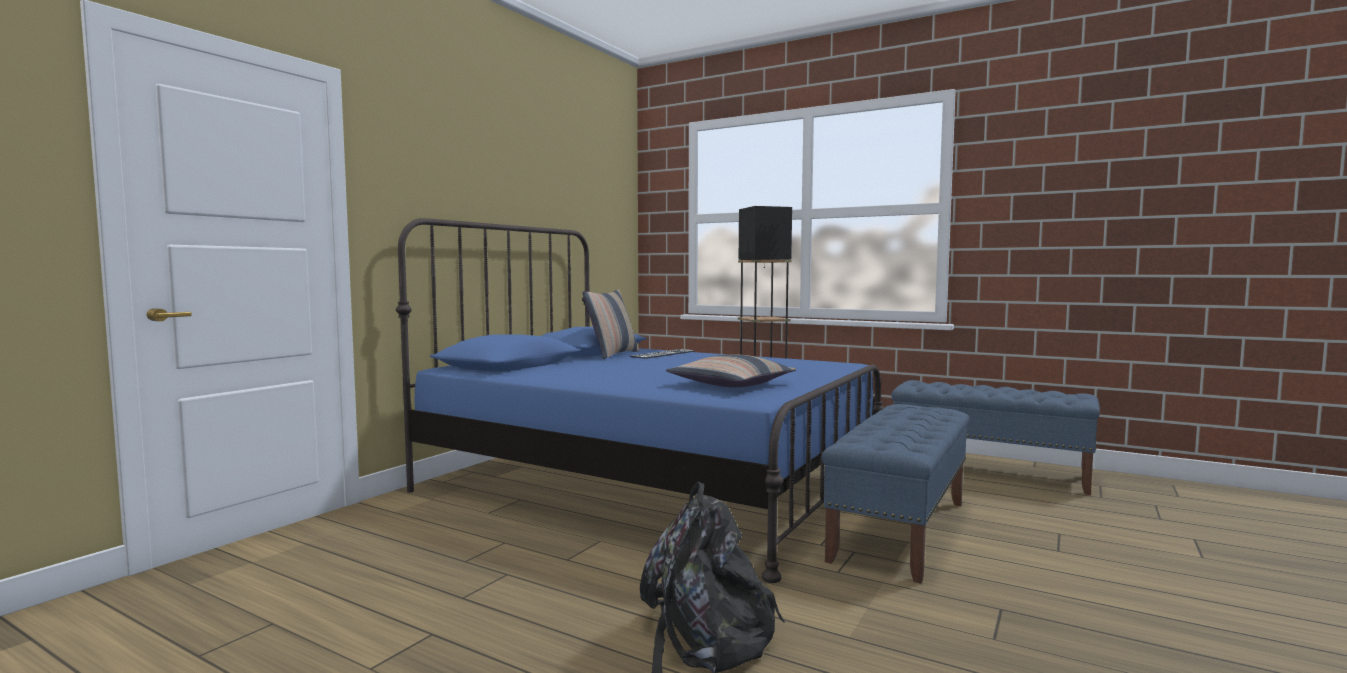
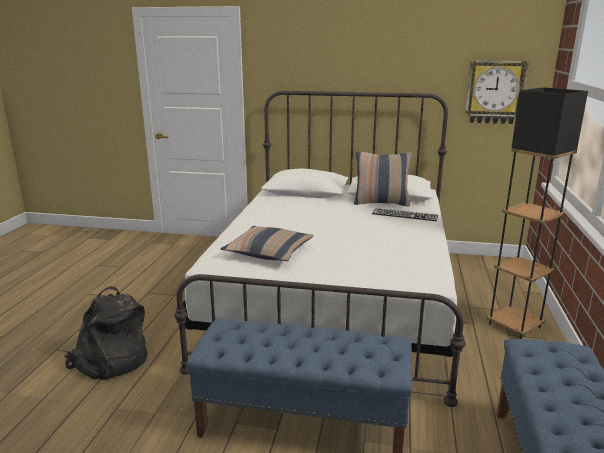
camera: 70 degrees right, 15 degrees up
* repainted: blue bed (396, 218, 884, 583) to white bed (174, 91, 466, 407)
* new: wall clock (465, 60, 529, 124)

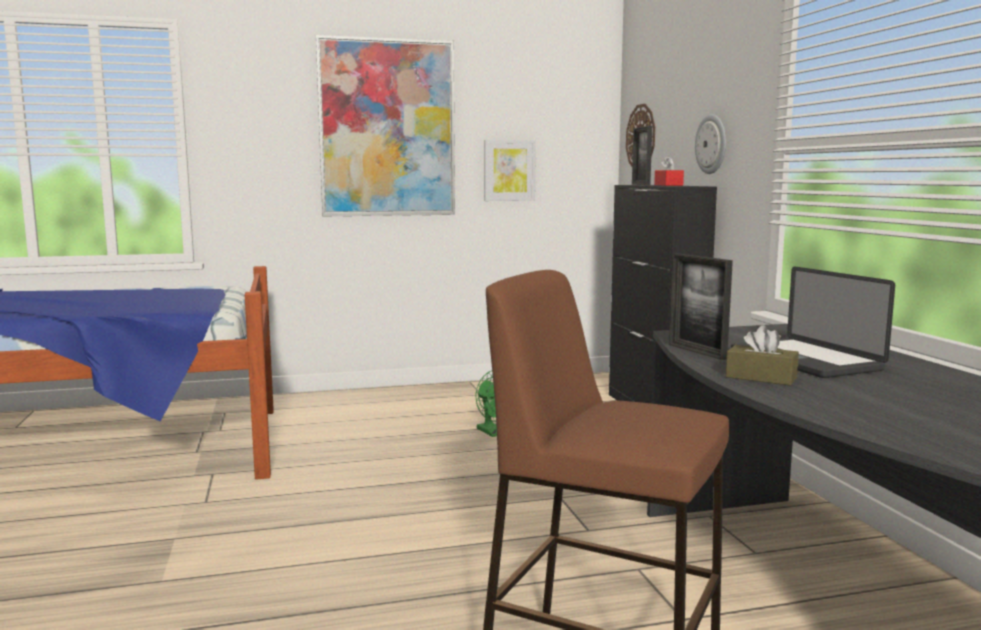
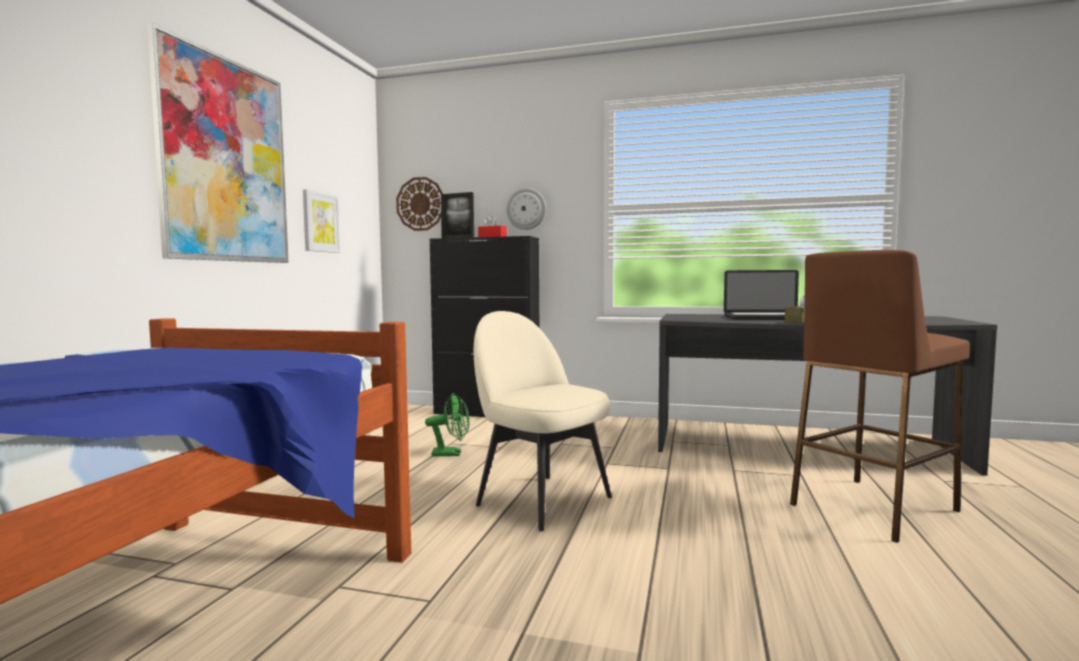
camera: 60 degrees left, 5 degrees down
* new: beige chair (474, 311, 612, 531)
* gone: picture frame (669, 253, 733, 360)

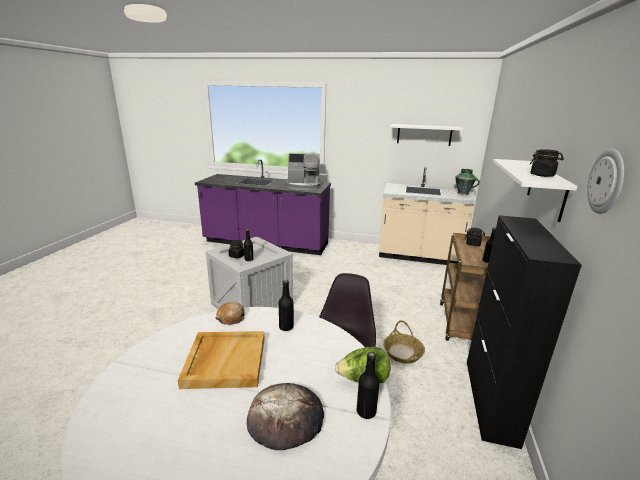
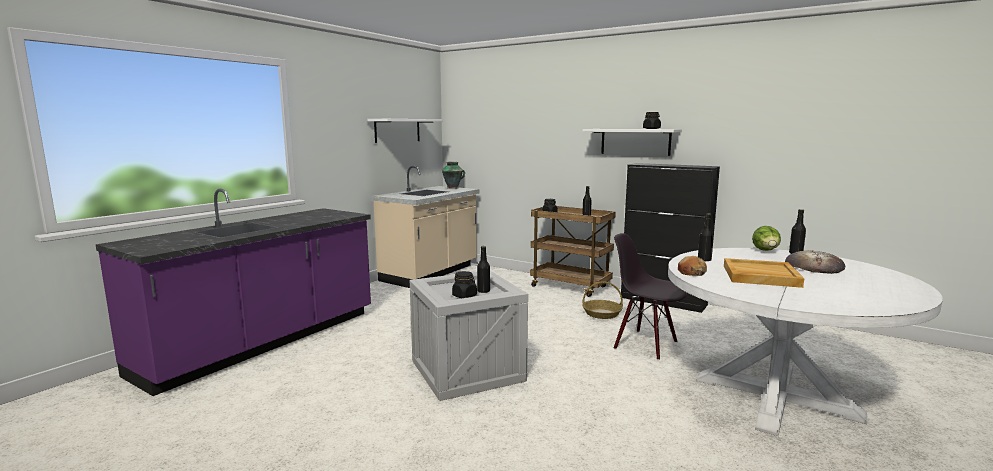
camera: 70 degrees left, 10 degrees down
* gone: coffee machine (286, 153, 320, 190)
* gone: wall clock (587, 149, 625, 214)

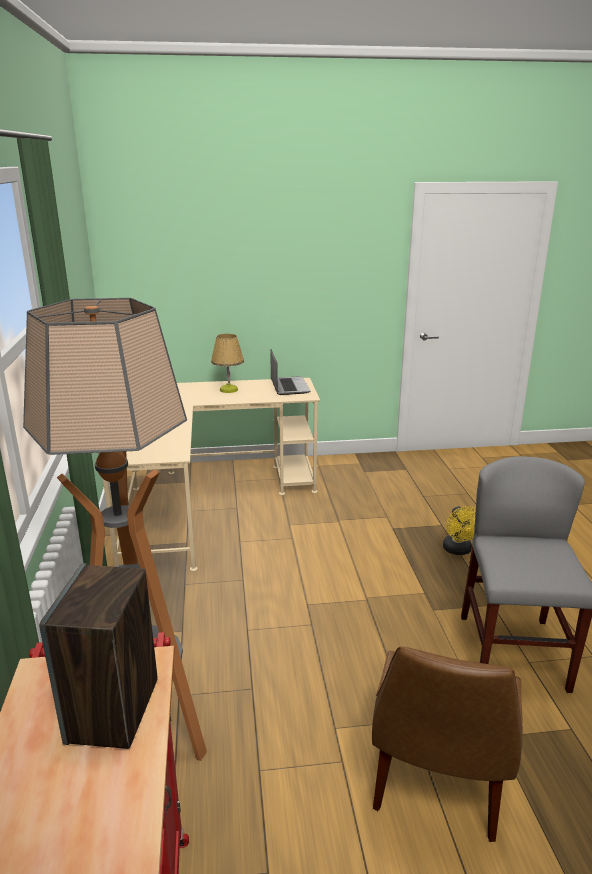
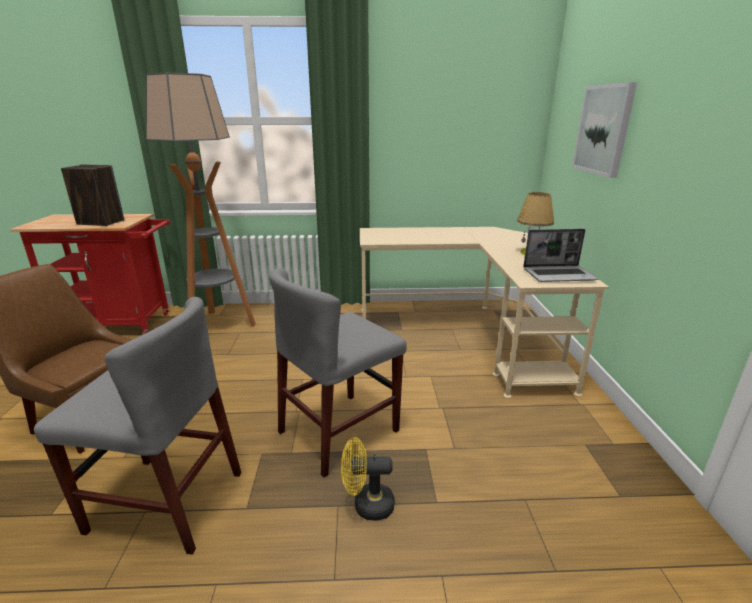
camera: 95 degrees right, 0 degrees up
* new: grey chair (269, 269, 407, 477)
* new: picture (572, 82, 637, 178)

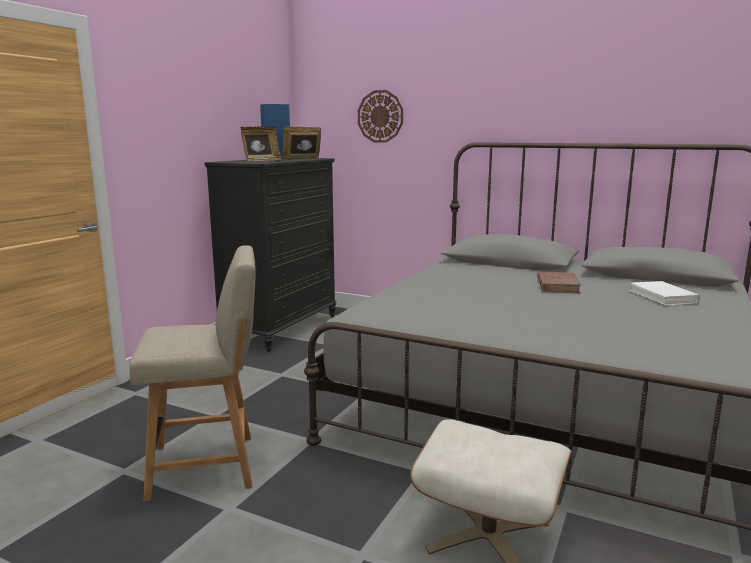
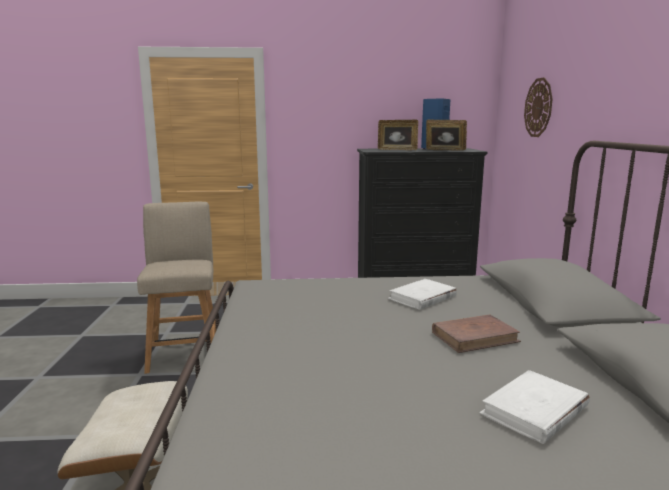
camera: 60 degrees right, 0 degrees up
* rotated: beige chair (129, 245, 256, 502) = (137, 202, 216, 374) 150 degrees counterclockwise
* new: white book (388, 279, 457, 310)

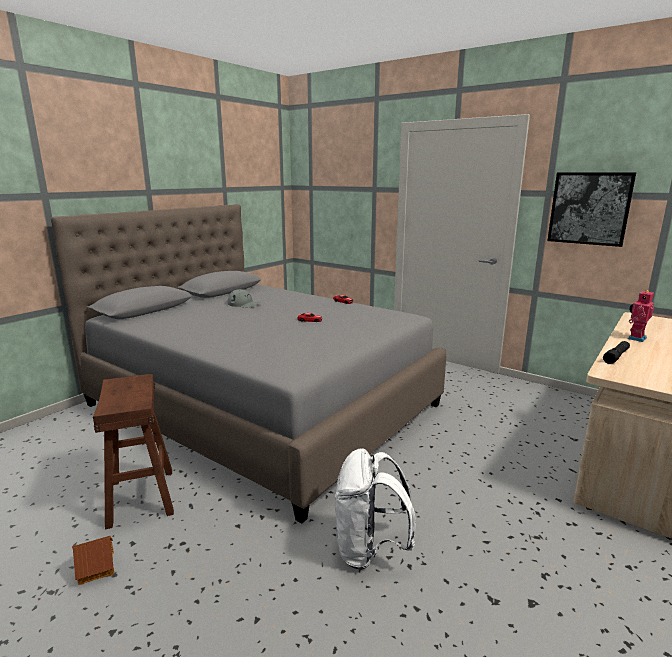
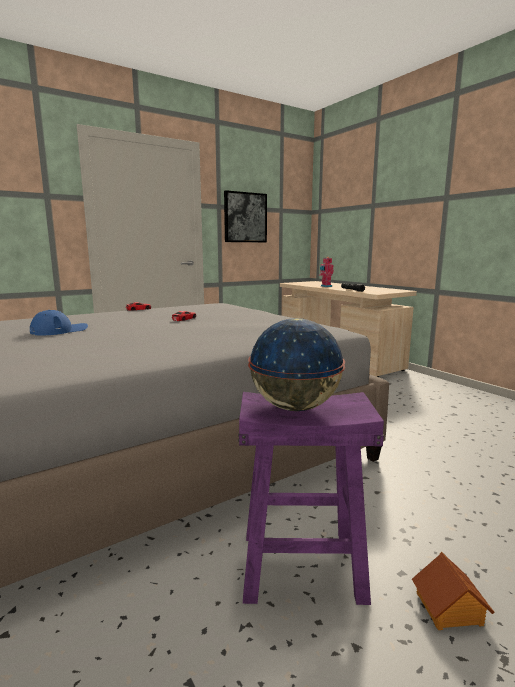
camera: 70 degrees left, 5 degrees down
* repainted: grey cap (228, 289, 261, 308) to blue cap (30, 310, 88, 335)
* repainted: brown stool (93, 374, 174, 529) to purple stool (238, 392, 384, 605)
* new: globe (248, 318, 345, 411)
* gone: white backpack (335, 448, 416, 570)

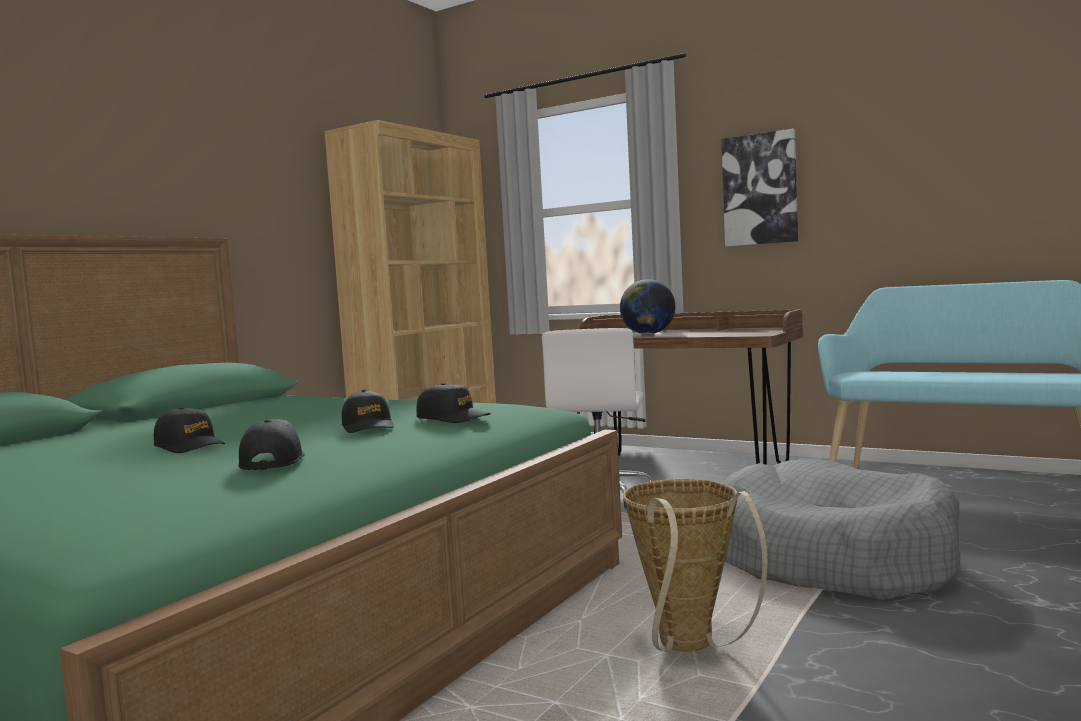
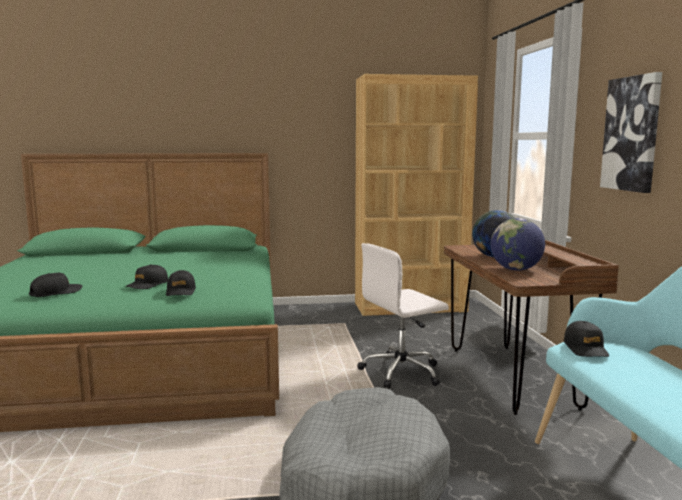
camera: 50 degrees right, 5 degrees up
* new: globe (491, 218, 545, 271)
* shifted: black cap (154, 407, 225, 453) to (564, 321, 609, 357)
* gone: basket (623, 479, 768, 652)

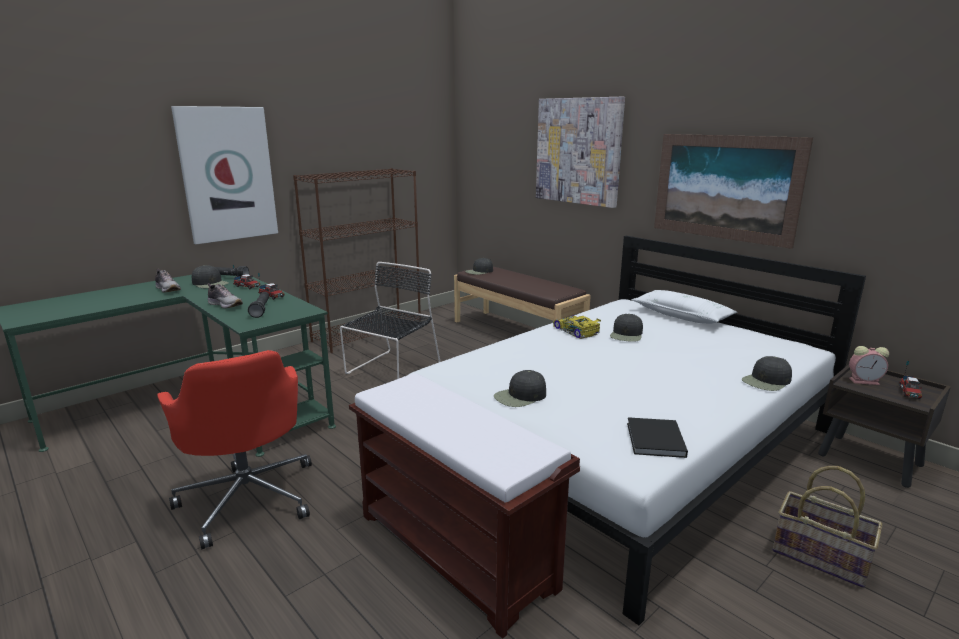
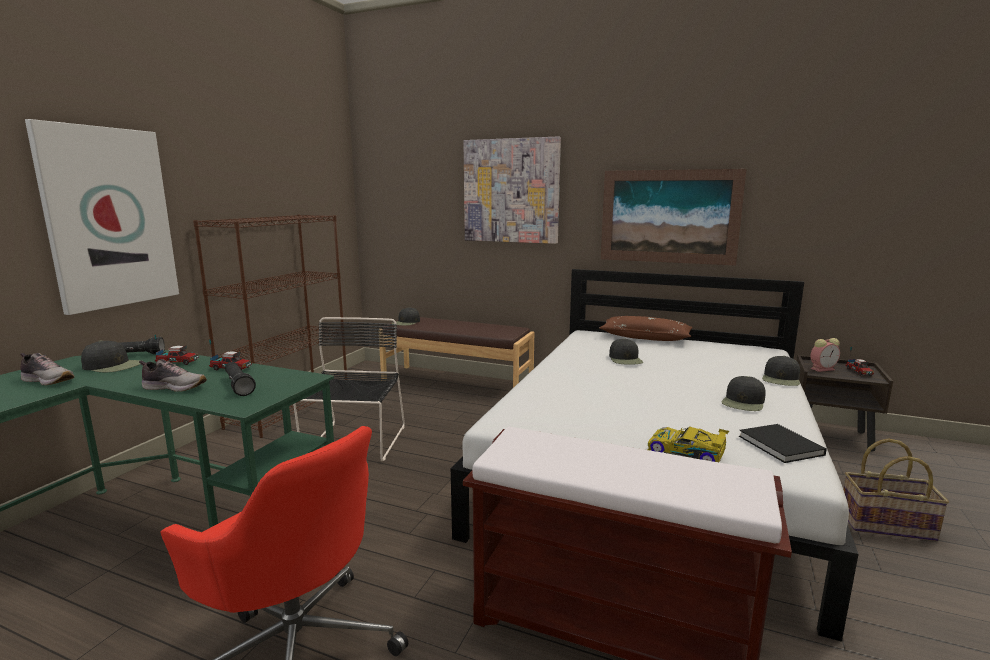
camera: 25 degrees left, 5 degrees down
* repainted: white pillow (632, 290, 737, 324) to brown pillow (599, 316, 692, 341)
* shifted: toy car (553, 316, 601, 339) to (648, 427, 729, 462)
* shifted: black cap (494, 370, 546, 407) to (722, 376, 766, 411)

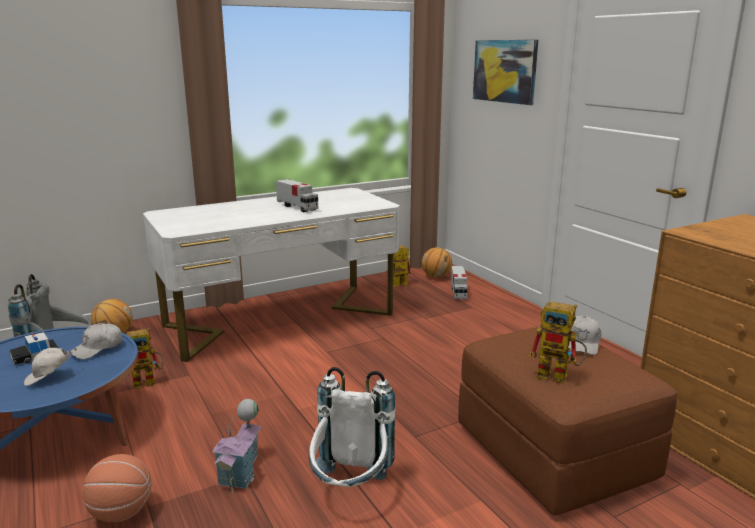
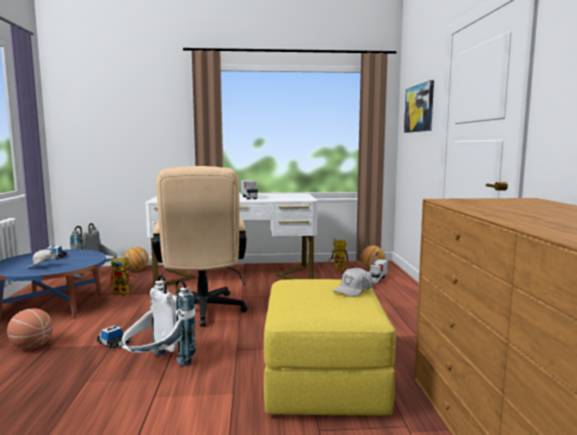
camera: 25 degrees right, 10 degrees down
* swapped: toy house (212, 399, 261, 493) to toy car (96, 325, 131, 349)
* new: beige office chair (152, 166, 248, 327)
* repainted: brown ottoman (458, 327, 677, 516) to yellow ottoman (264, 279, 396, 416)
* gone: white cap (71, 323, 122, 359)
* gone: toy robot (529, 301, 587, 384)

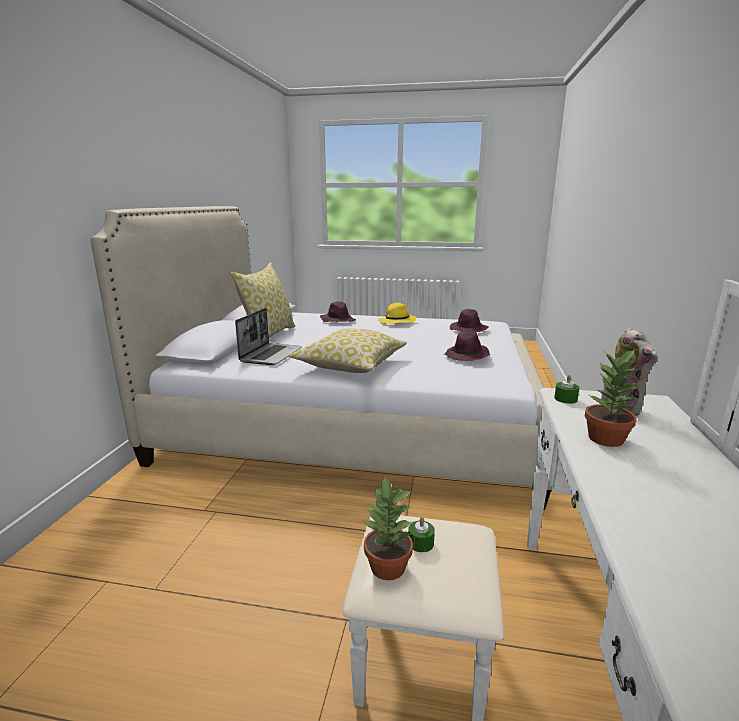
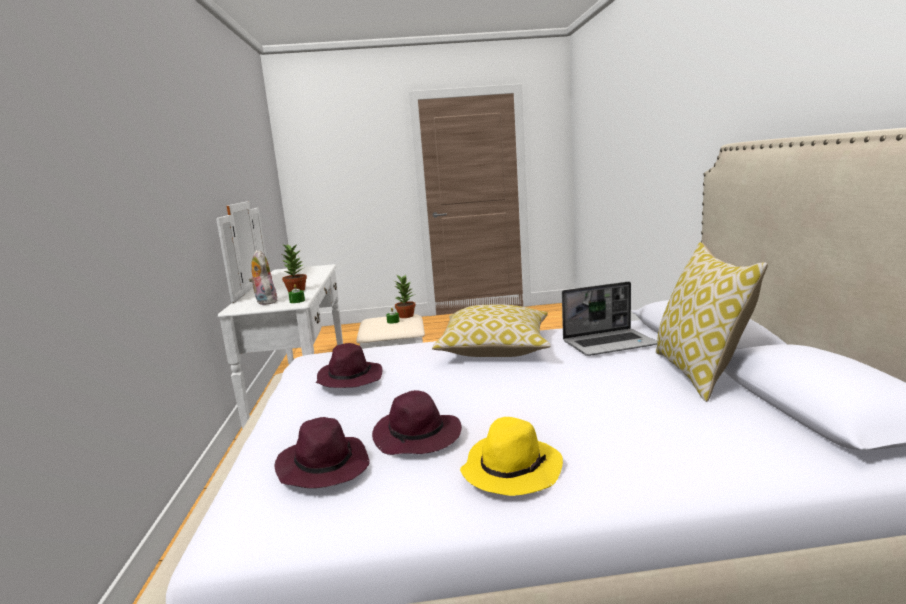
camera: 165 degrees right, 5 degrees down
* shifted: purple hat (320, 301, 356, 322) to (372, 390, 462, 455)
* rotated: laptop (235, 308, 302, 365) = (562, 282, 657, 356) 105 degrees counterclockwise

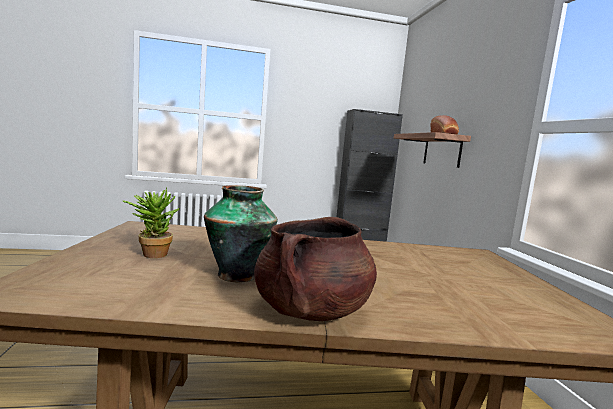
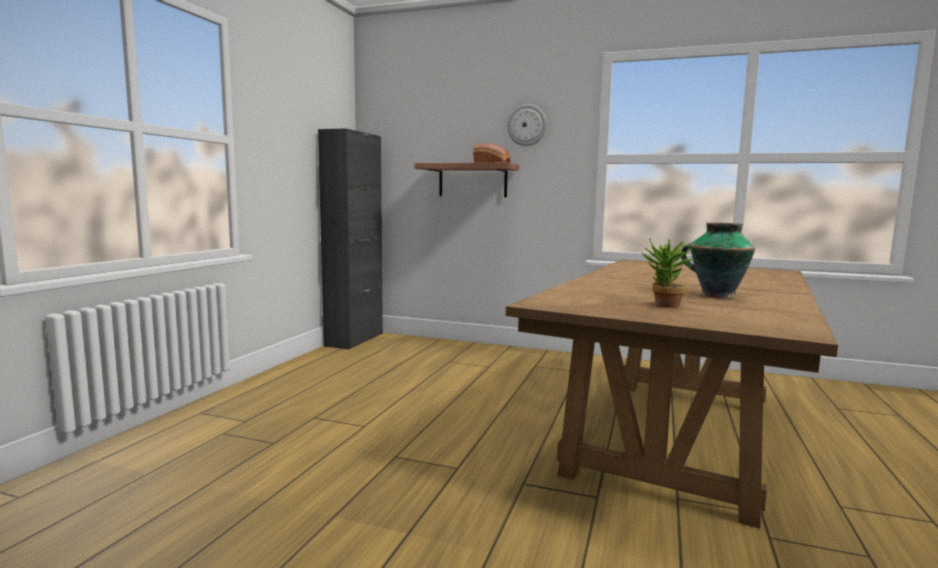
camera: 60 degrees left, 0 degrees up
* new: wall clock (507, 104, 547, 146)
* gone: brown cooking pot (254, 217, 377, 321)

